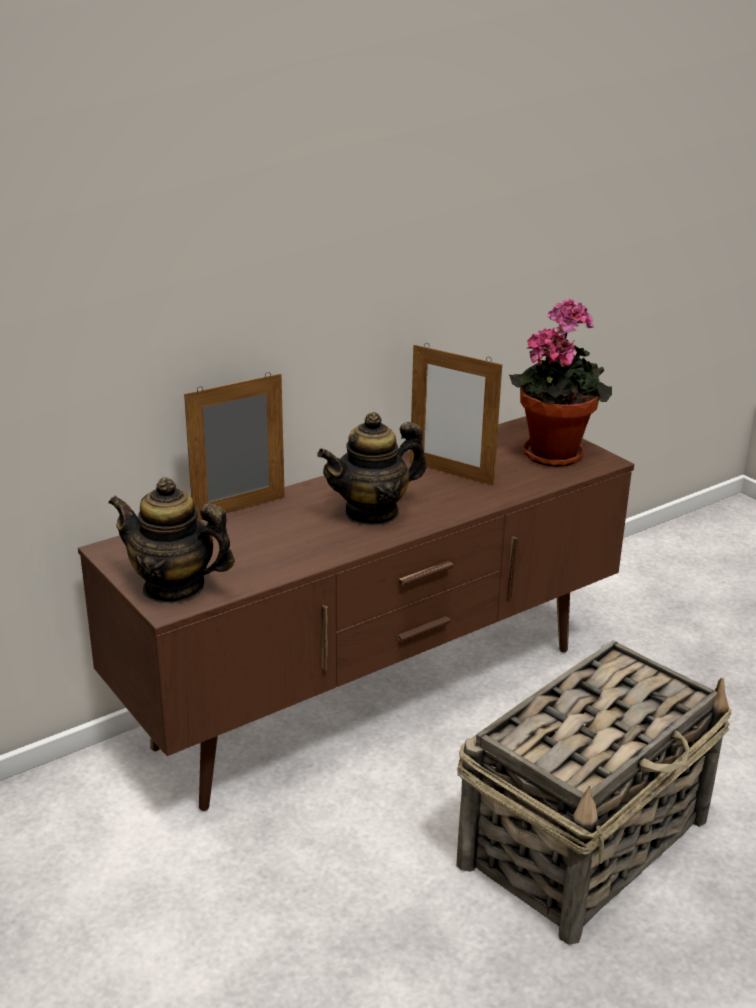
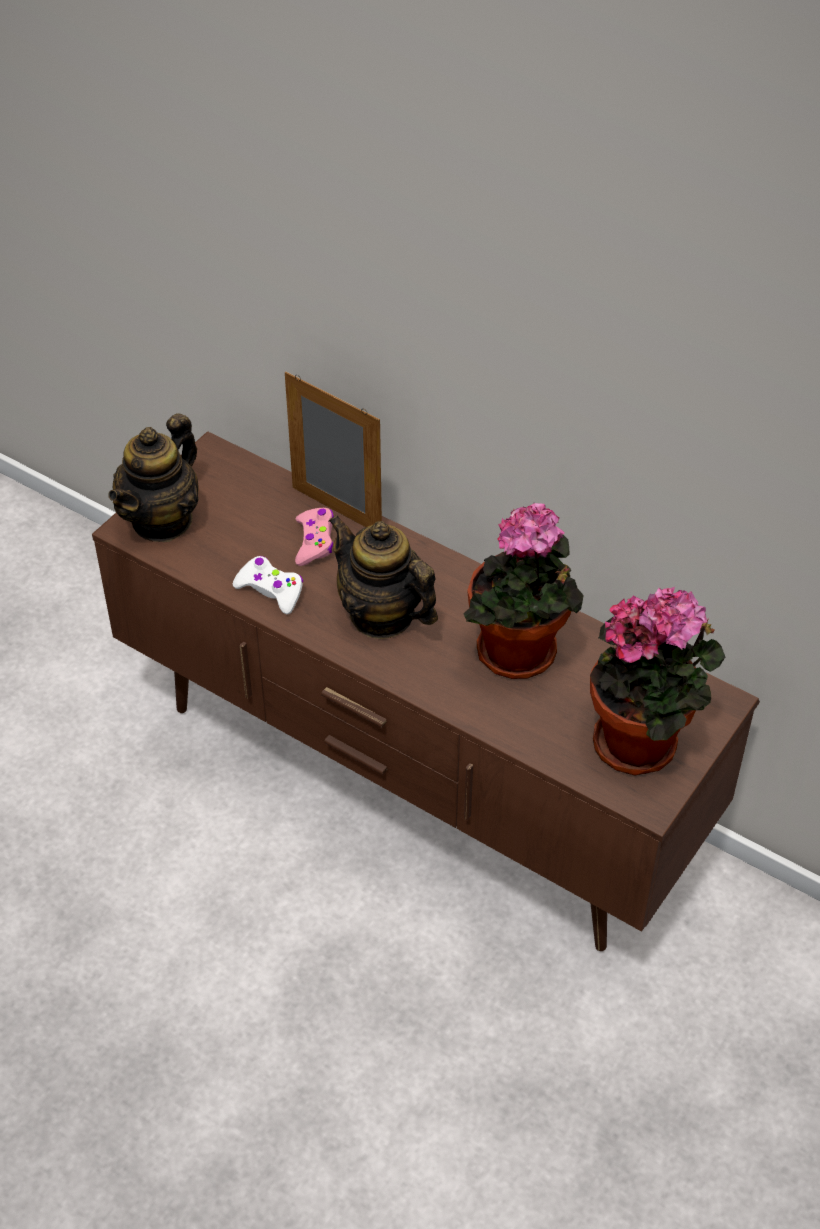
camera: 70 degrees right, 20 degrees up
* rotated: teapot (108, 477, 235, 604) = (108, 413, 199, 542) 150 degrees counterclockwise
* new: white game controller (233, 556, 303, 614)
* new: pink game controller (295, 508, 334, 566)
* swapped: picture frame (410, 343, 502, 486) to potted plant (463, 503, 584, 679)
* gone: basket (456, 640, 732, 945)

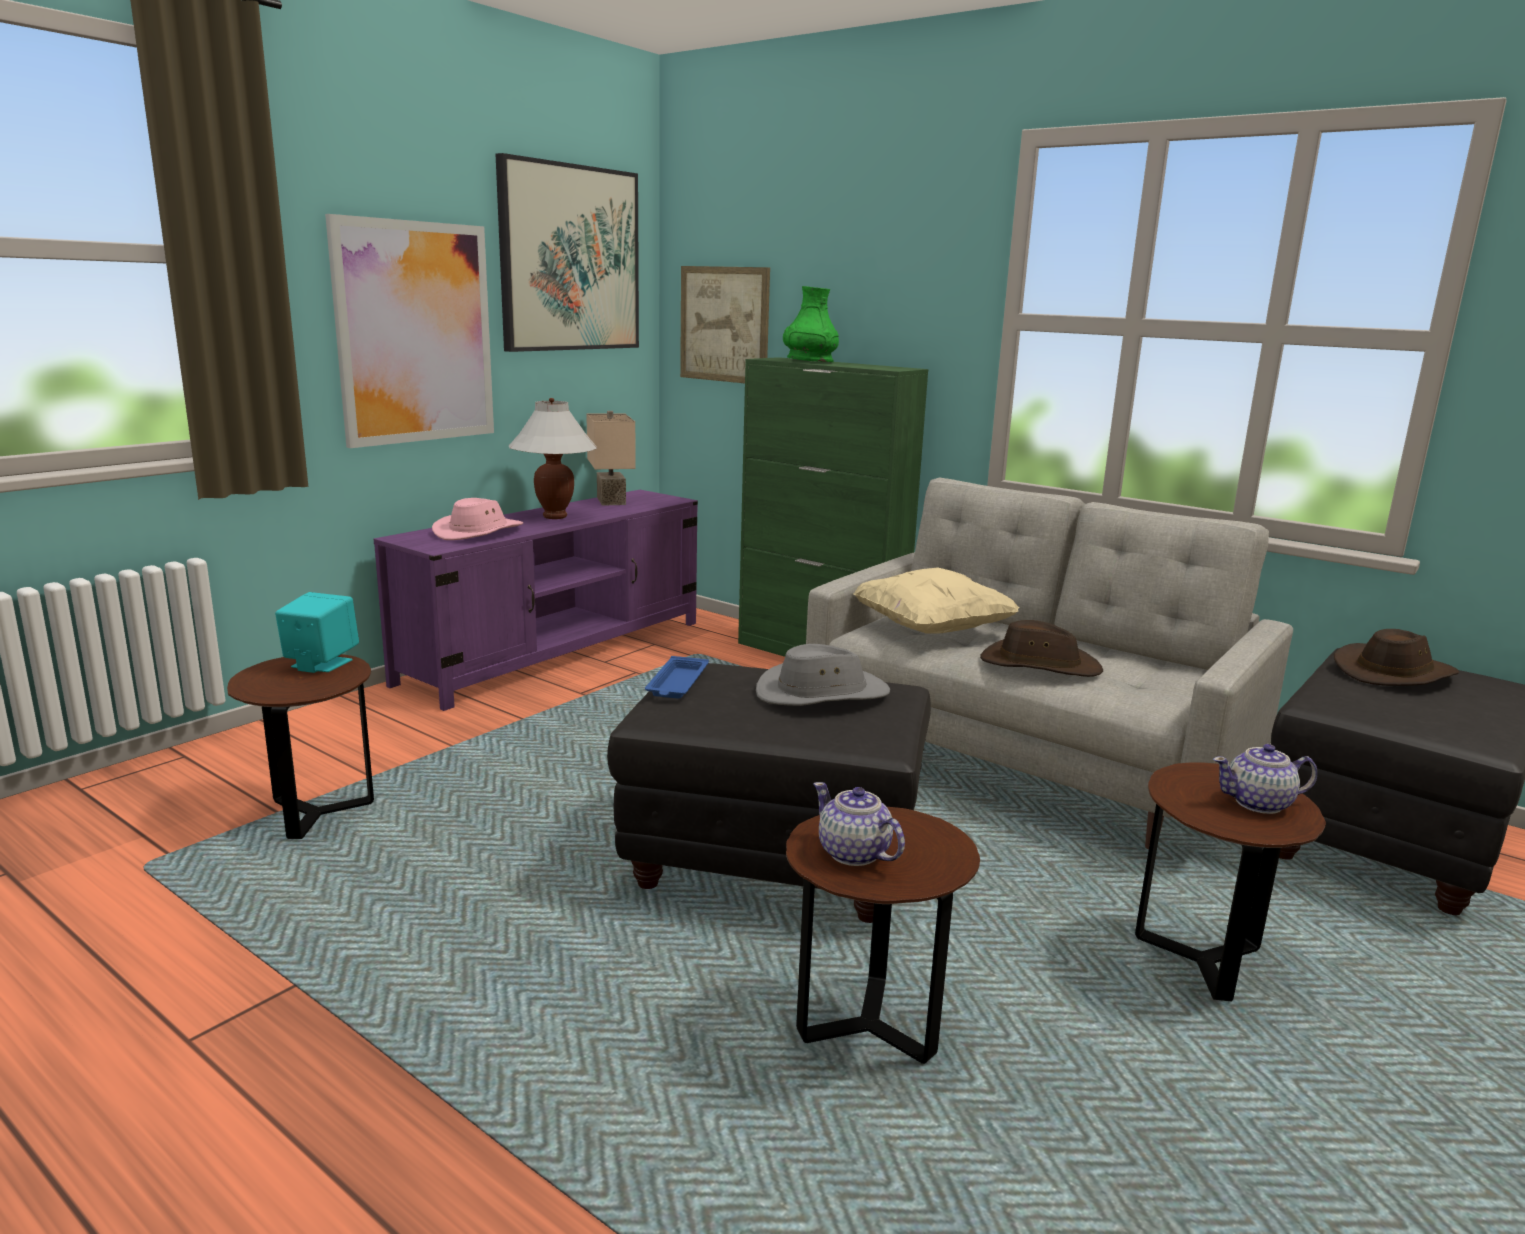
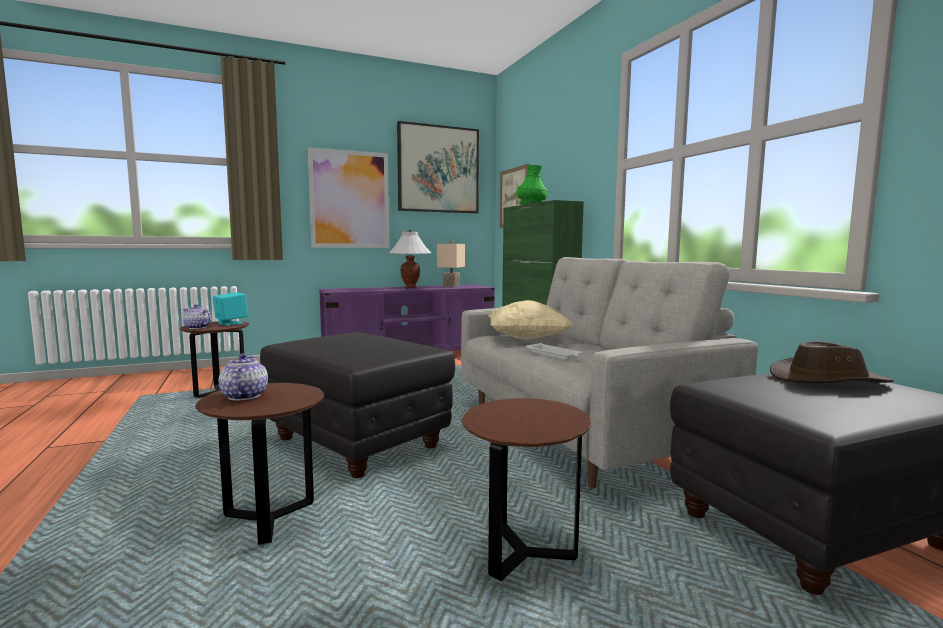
camera: 30 degrees right, 10 degrees down
* shifted: teapot (1213, 744, 1318, 814) to (183, 304, 211, 329)
* swapped: brown hat (980, 620, 1103, 677) to white tray (526, 343, 583, 360)
* gone: pink hat (432, 498, 523, 540)
* gone: blue tray (645, 656, 709, 699)
* gone: grey hat (756, 644, 890, 706)

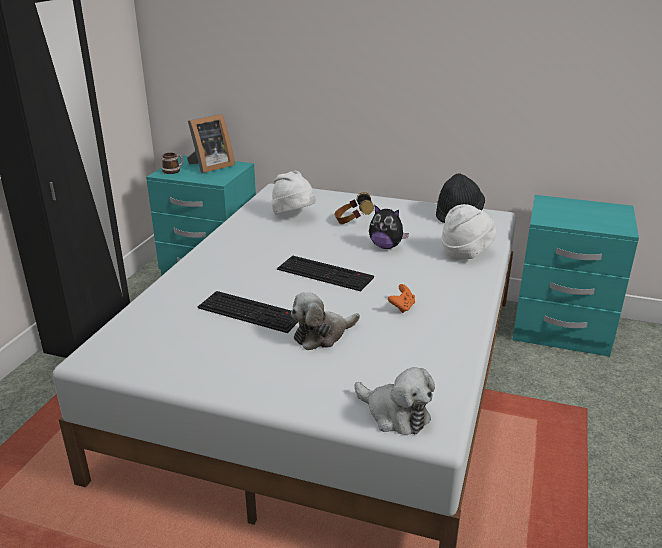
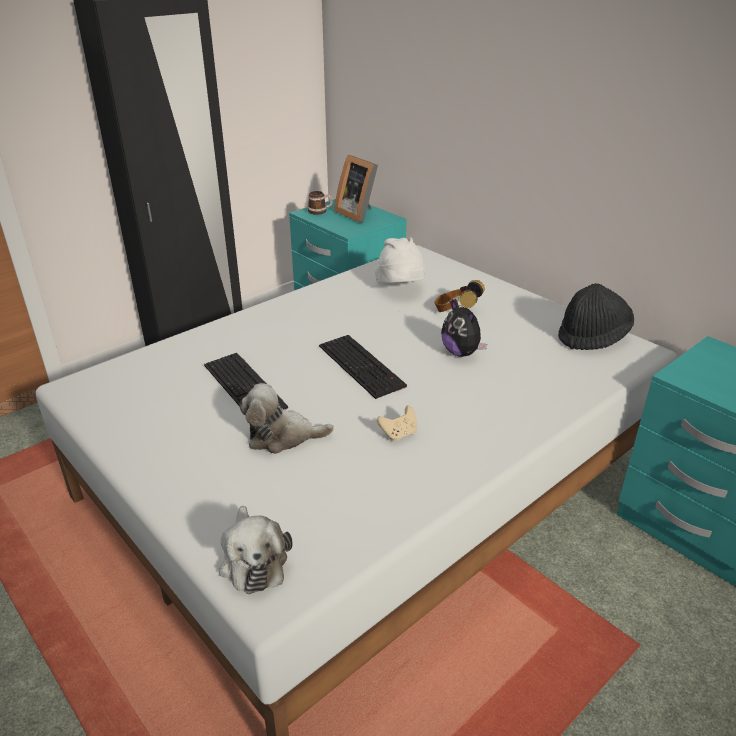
camera: 30 degrees right, 5 degrees up
* rotated: picture frame (187, 114, 235, 173) = (334, 155, 378, 223) 60 degrees clockwise
* repainted: orange game controller (388, 284, 415, 313) to beige game controller (377, 406, 417, 441)
* gone: white hat (441, 204, 496, 260)

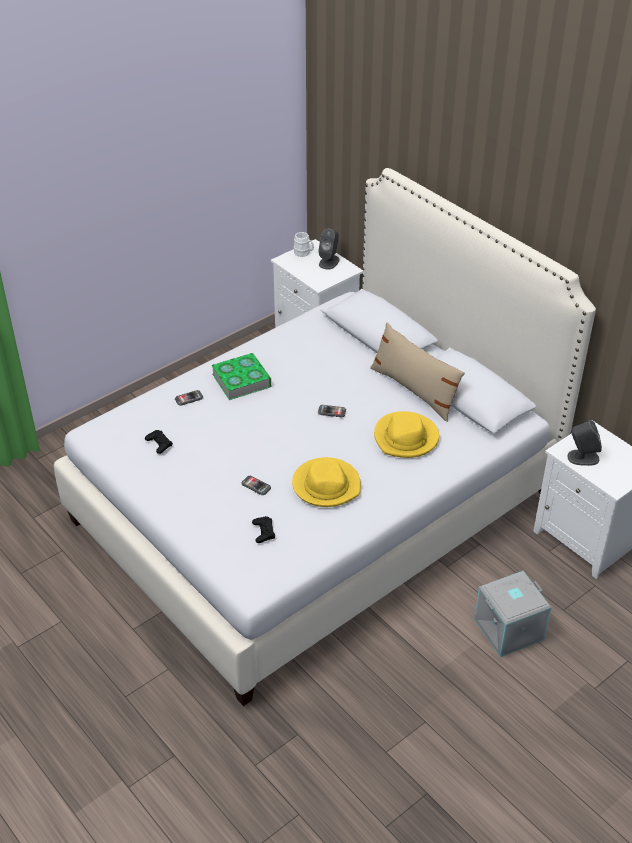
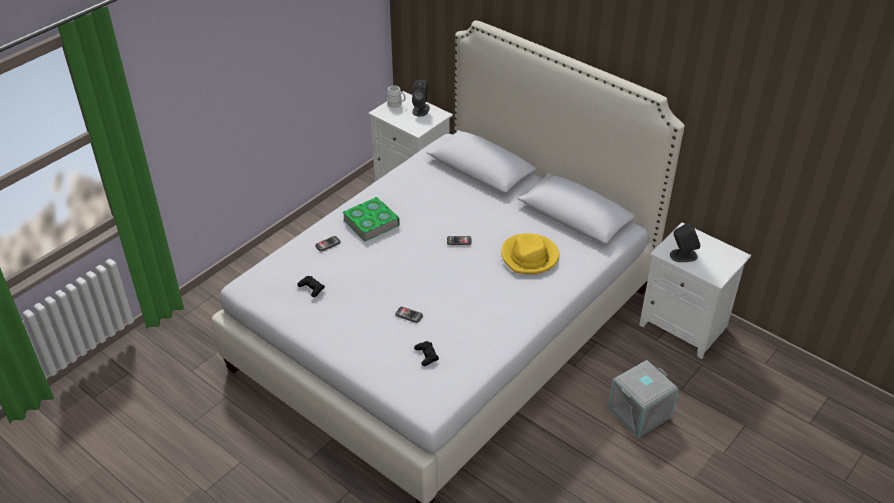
camera: 10 degrees left, 0 degrees up
* gone: yellow hat (292, 457, 361, 507)
* gone: beige pillow (370, 322, 465, 422)

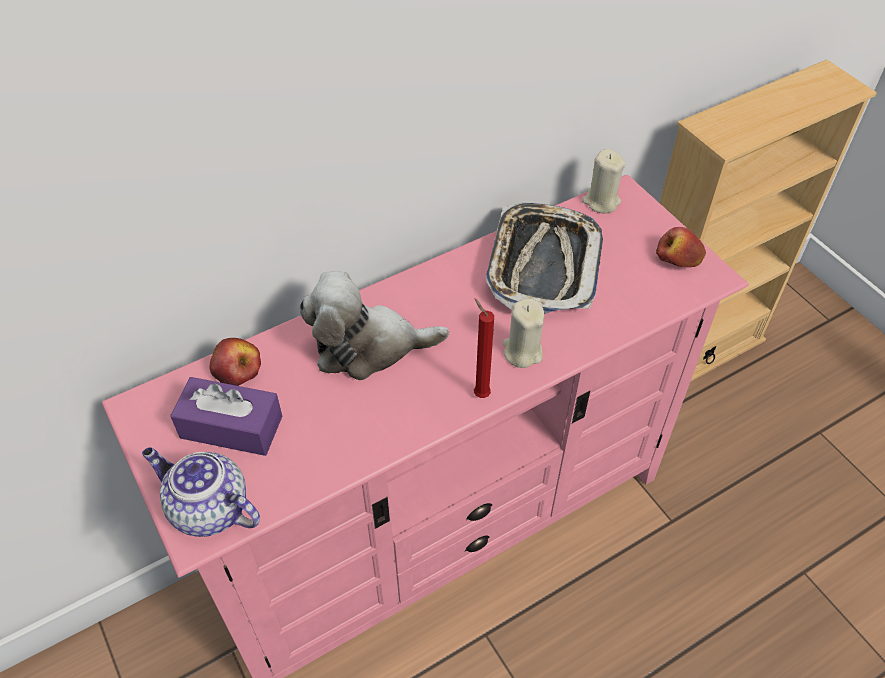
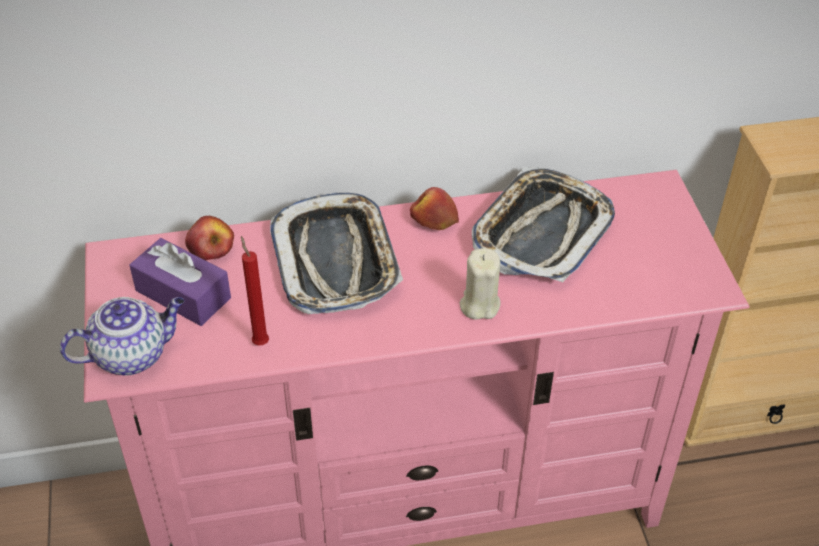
camera: 20 degrees right, 5 degrees down
* rotated: teapot (142, 447, 260, 537) = (60, 297, 184, 376) 105 degrees clockwise
* shifted: red candle (474, 298, 494, 398) to (241, 236, 269, 346)
* swapped: plush toy (299, 271, 449, 380) to tray (270, 193, 403, 314)
* shifted: apple (656, 227, 706, 268) to (410, 187, 459, 230)
* gone: beige candle (582, 149, 626, 214)

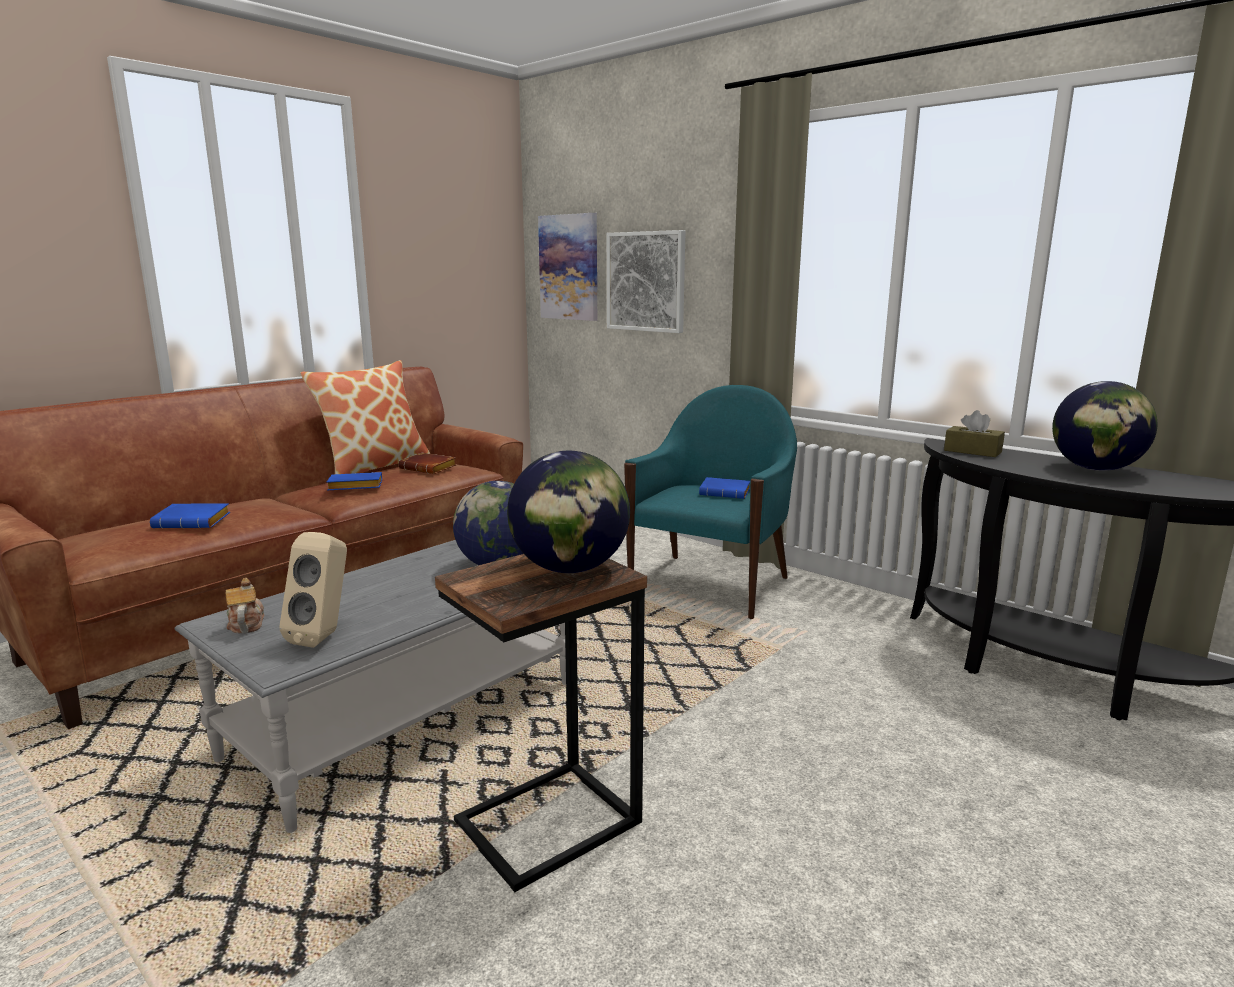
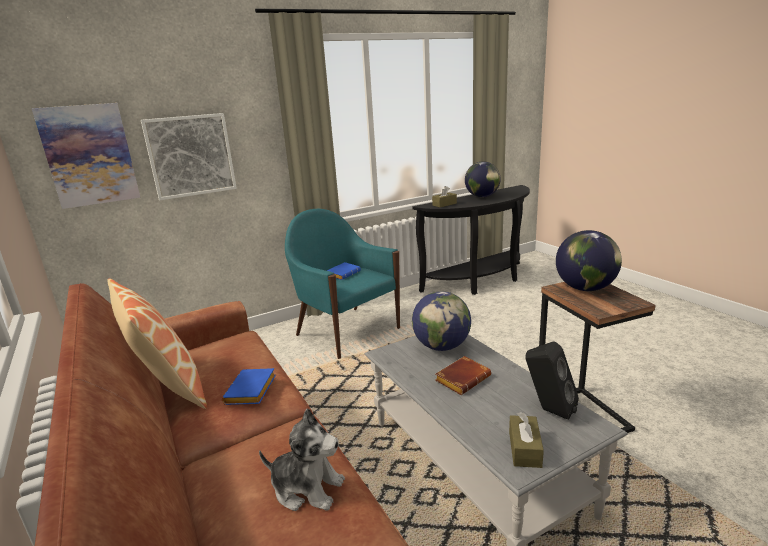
camera: 70 degrees left, 5 degrees up
* swapped: blue book (150, 503, 230, 529) to plush toy (259, 408, 345, 511)
* shifted: brown book (398, 453, 457, 474) to (435, 356, 491, 395)
* swapped: teapot (226, 578, 264, 633) to brown tissue box (509, 412, 544, 468)
* repainted: beige speaker (279, 532, 347, 648) to black speaker (526, 341, 579, 420)

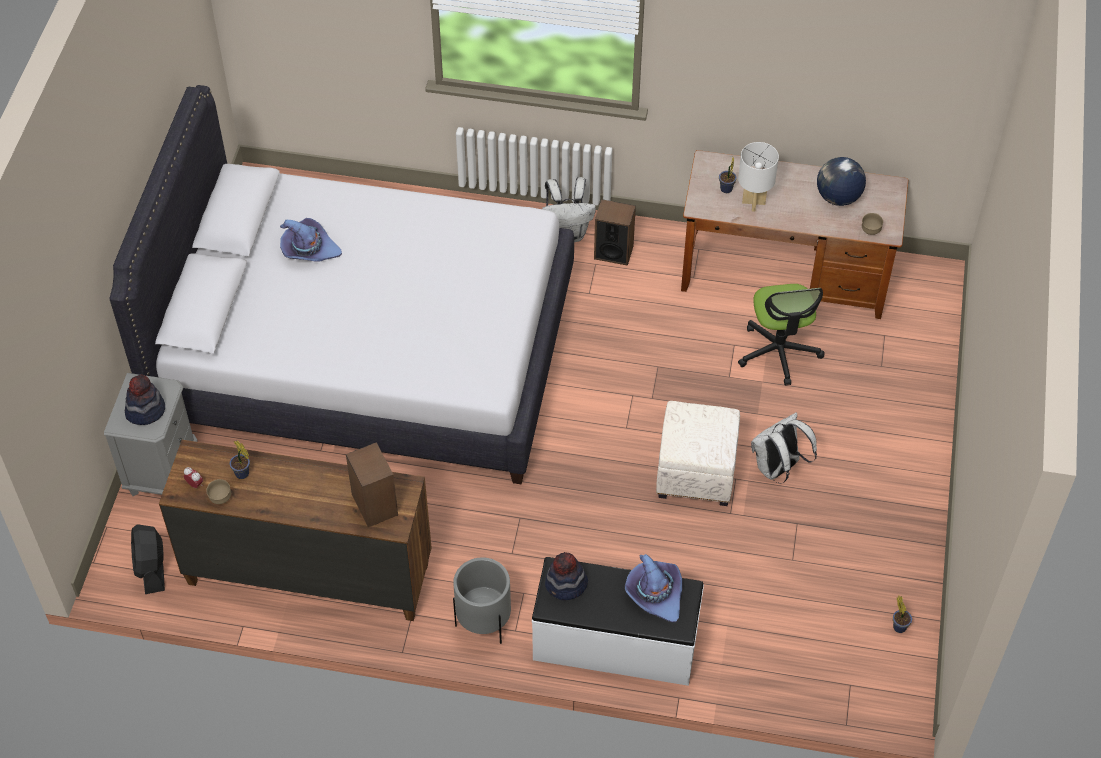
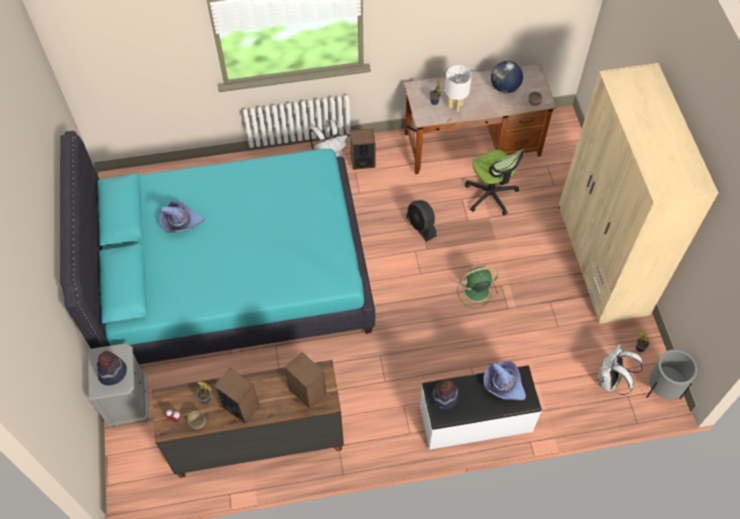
camera: 20 degrees left, 5 degrees up
* repainted: white bed (109, 85, 574, 485) to turquoise bed (60, 131, 375, 364)
* new: speaker (214, 368, 260, 424)
* shifted: black fan (131, 524, 165, 594) to (406, 200, 437, 241)
* swapped: white ottoman (656, 401, 740, 506) to green fan (457, 267, 498, 309)
* new: beige wardrobe (558, 63, 719, 324)
* shifted: white backpack (751, 412, 817, 484) to (598, 344, 643, 395)
* shifted: grey planter (453, 557, 511, 644) to (647, 349, 697, 399)

